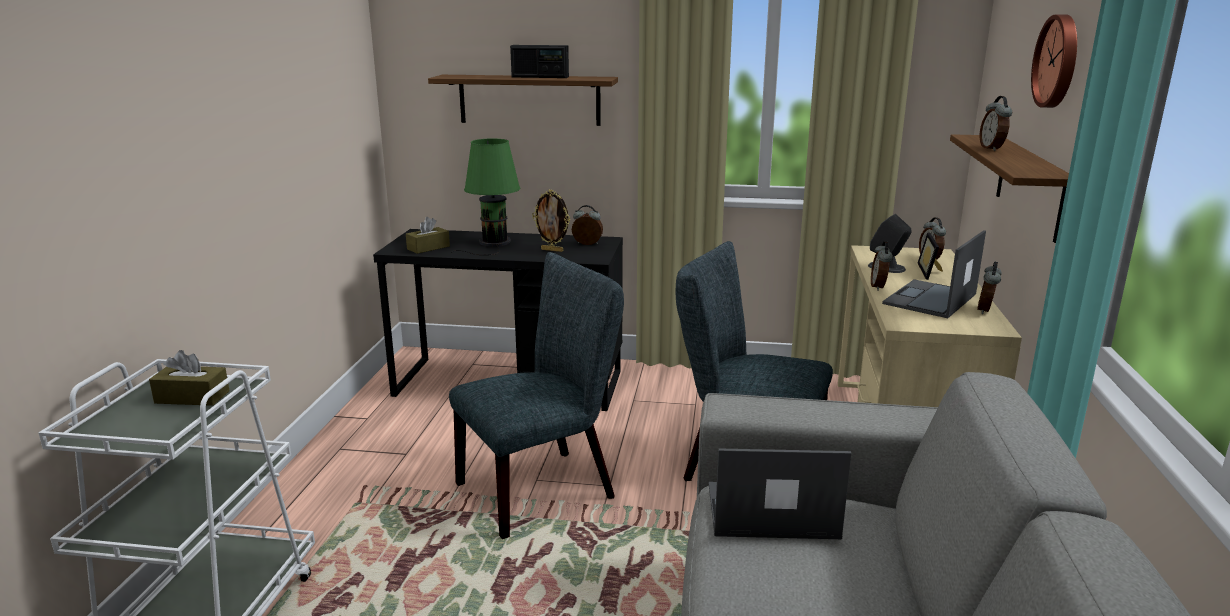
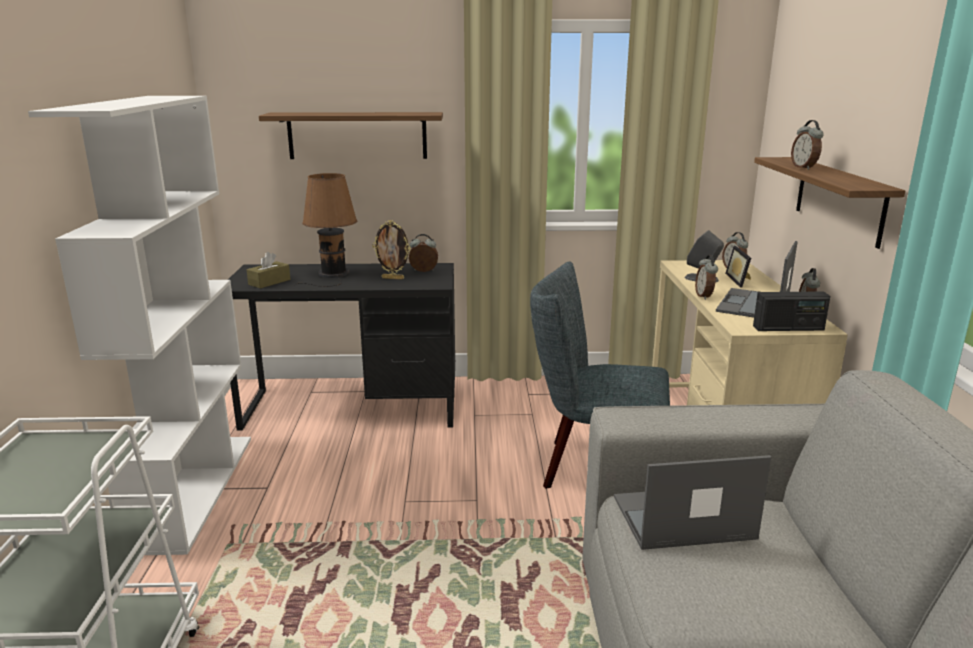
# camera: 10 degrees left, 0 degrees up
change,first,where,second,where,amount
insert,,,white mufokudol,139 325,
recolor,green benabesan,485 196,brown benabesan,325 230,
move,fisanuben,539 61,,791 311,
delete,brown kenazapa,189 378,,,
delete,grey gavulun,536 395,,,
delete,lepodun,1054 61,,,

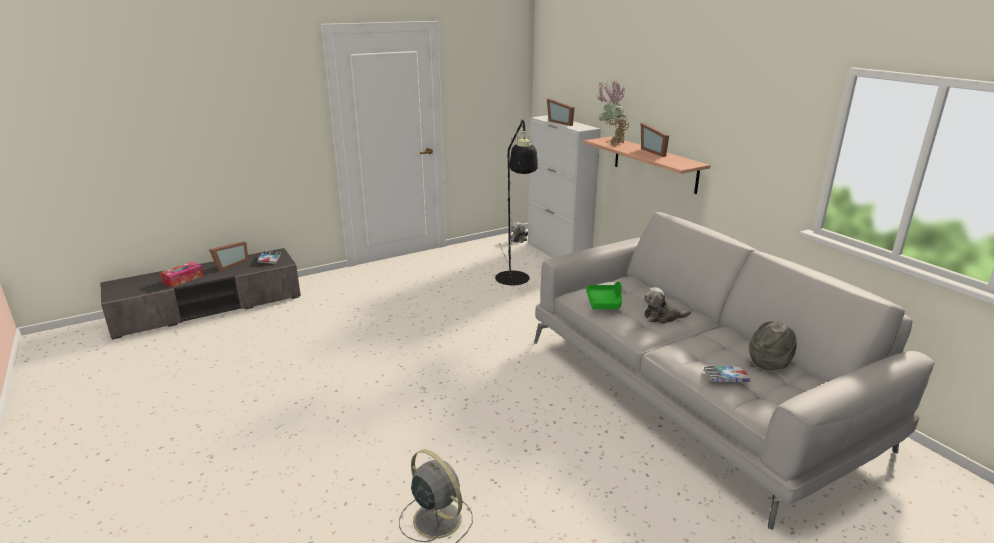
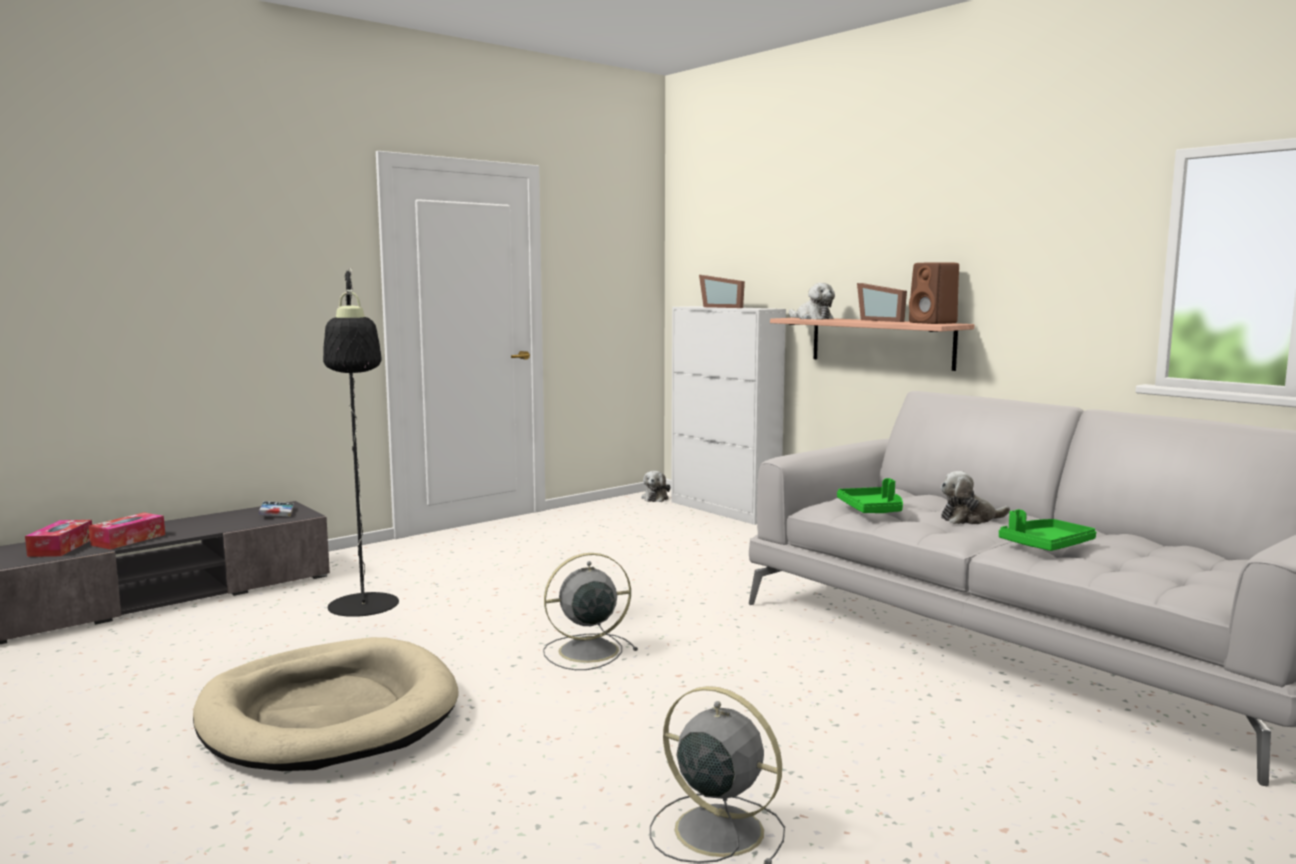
# camera: 10 degrees left, 15 degrees down
change,first,where,second,where,amount
insert,,,kenazapa,58 538,
insert,,,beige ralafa,326 704,
move,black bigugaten,516 201,,361 442,
insert,,,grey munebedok,590 611,
replace,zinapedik,613 112,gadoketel,812 301,
insert,,,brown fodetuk,934 293,
insert,,,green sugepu,1047 530,
delete,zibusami,229 256,,,
delete,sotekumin,727 374,,,
delete,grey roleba,773 345,,,

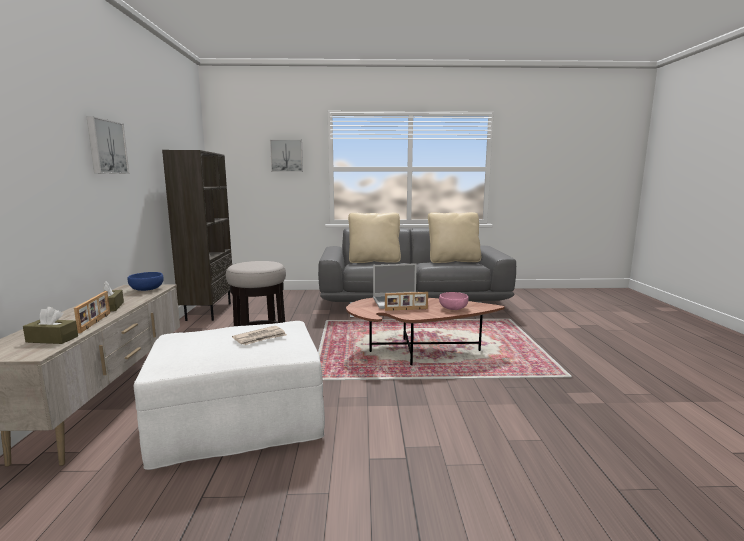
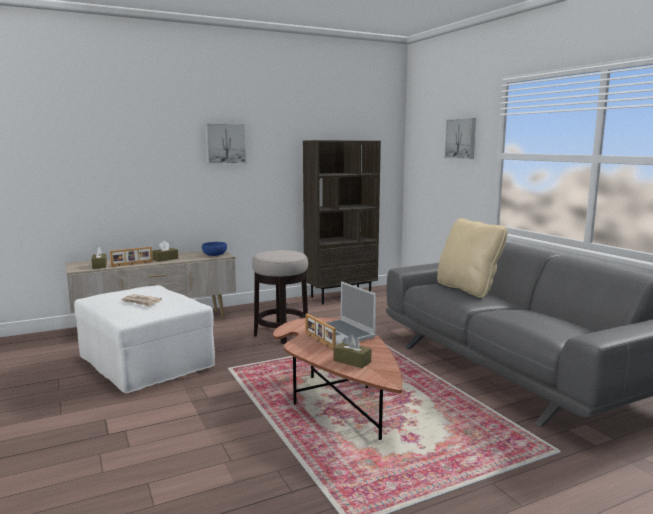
# camera: 65 degrees right, 0 degrees up
change,first,where,second,where,amount
replace,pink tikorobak,454 301,brown kenazapa,352 351,
delete,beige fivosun,454 237,,,

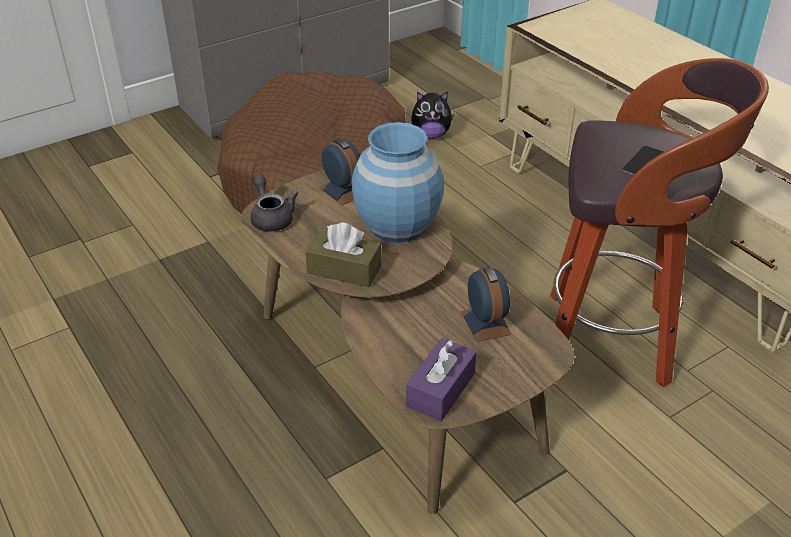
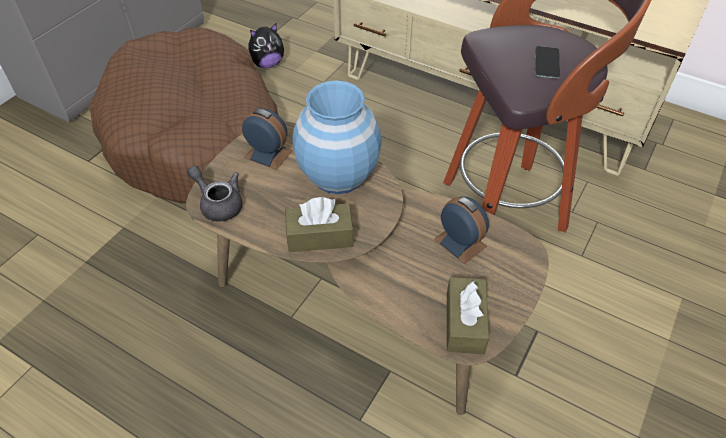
# camera: 25 degrees left, 10 degrees up
change,first,where,second,where,amount
recolor,purple kenazapa,441 379,brown kenazapa,468 315,

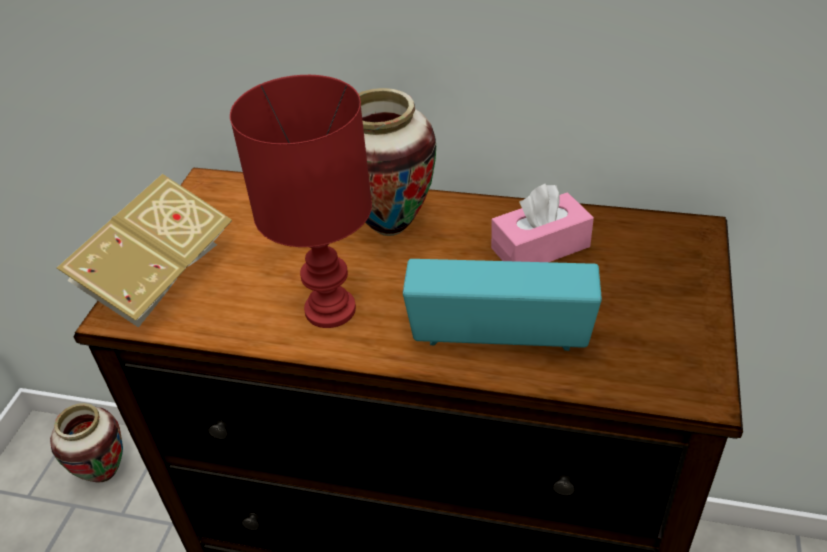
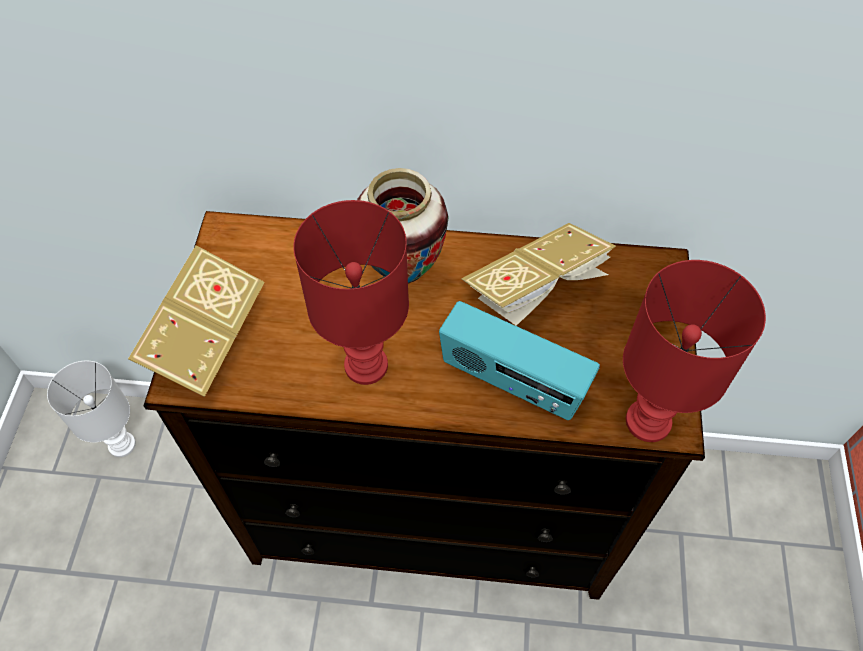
# camera: 10 degrees left, 15 degrees up
change,first,where,second,where,amount
replace,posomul,86 443,white benabesan,91 409,
rotate,fisanuben,502 305,,519 360,150 degrees counterclockwise
replace,pink kenazapa,542 223,sotekumin,538 274,
insert,,,red benabesan,694 351,

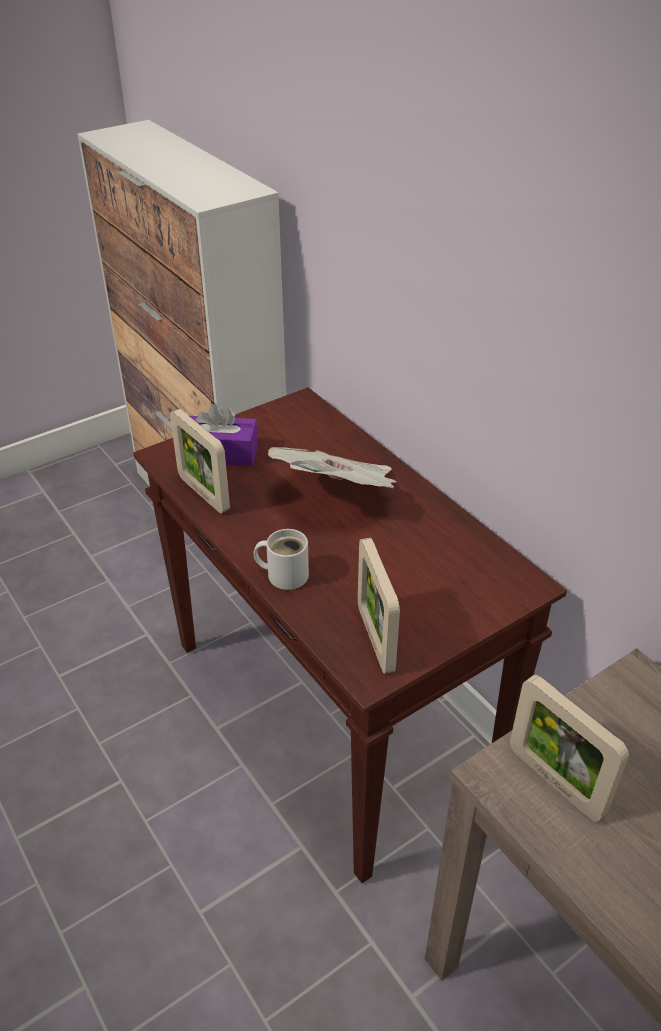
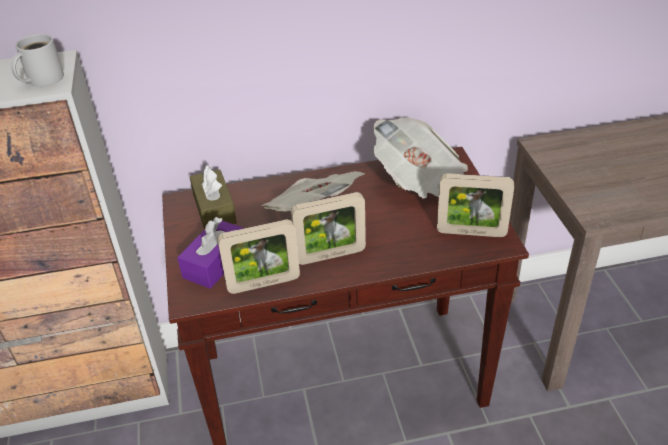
# camera: 65 degrees left, 0 degrees up
change,first,where,second,where,amount
move,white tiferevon,281 559,,37 60,
insert,,,brown kenazapa,213 197,
move,zibusami,569 748,,328 228,
insert,,,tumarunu,420 157,

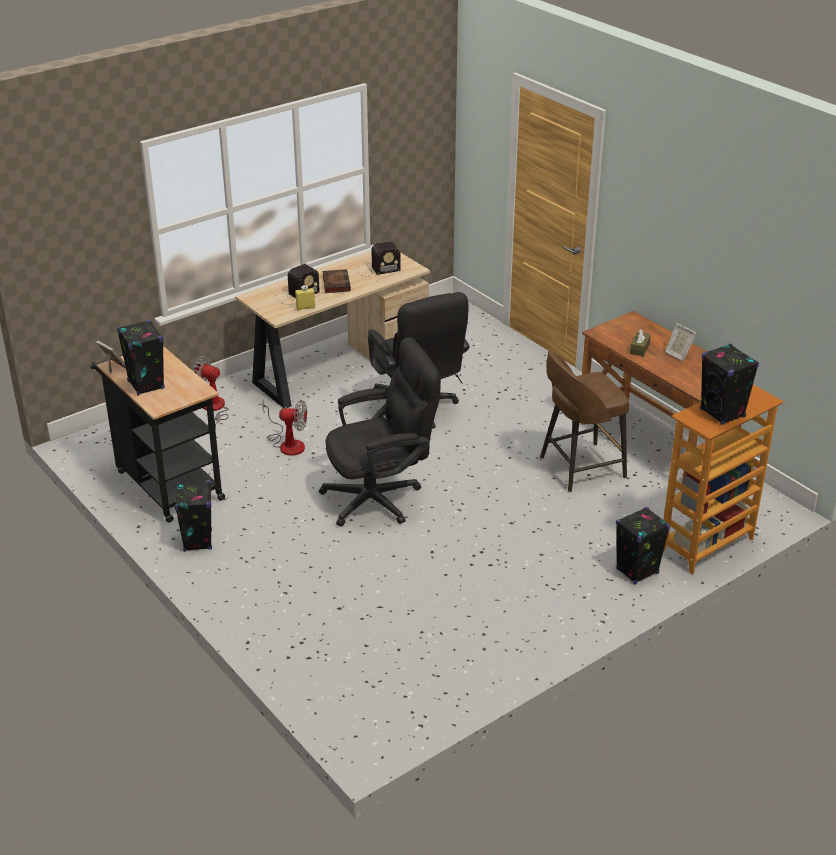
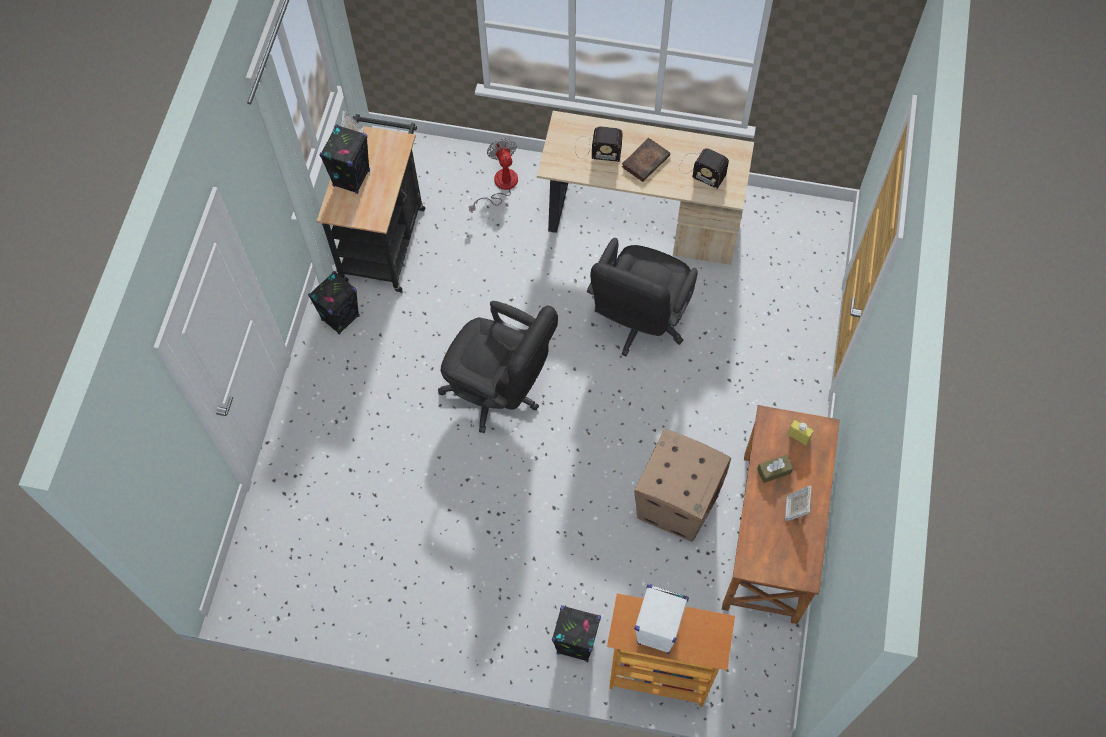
# camera: 50 degrees right, 30 degrees up
change,first,where,second,where,amount
replace,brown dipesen,584 421,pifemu,682 485,
recolor,black fodetuk,729 384,white fodetuk,661 619,
move,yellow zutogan,305 297,,800 433,
delete,munebedok,284 427,,,

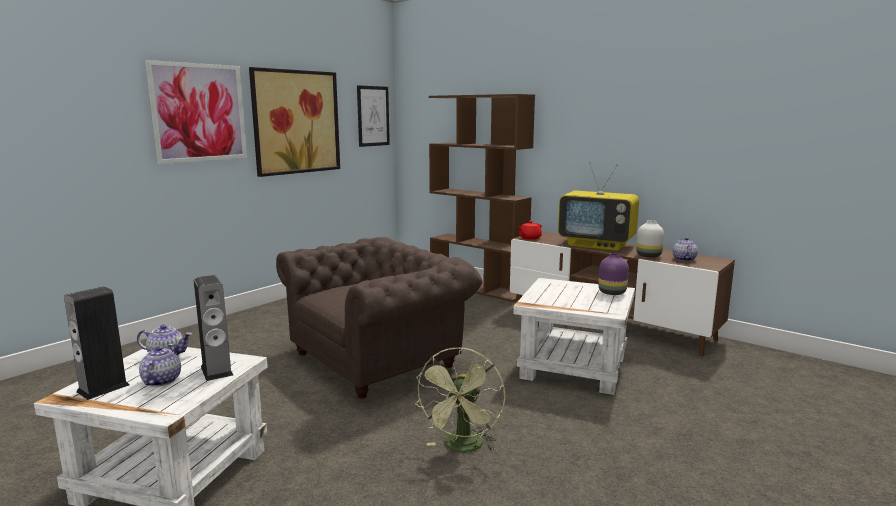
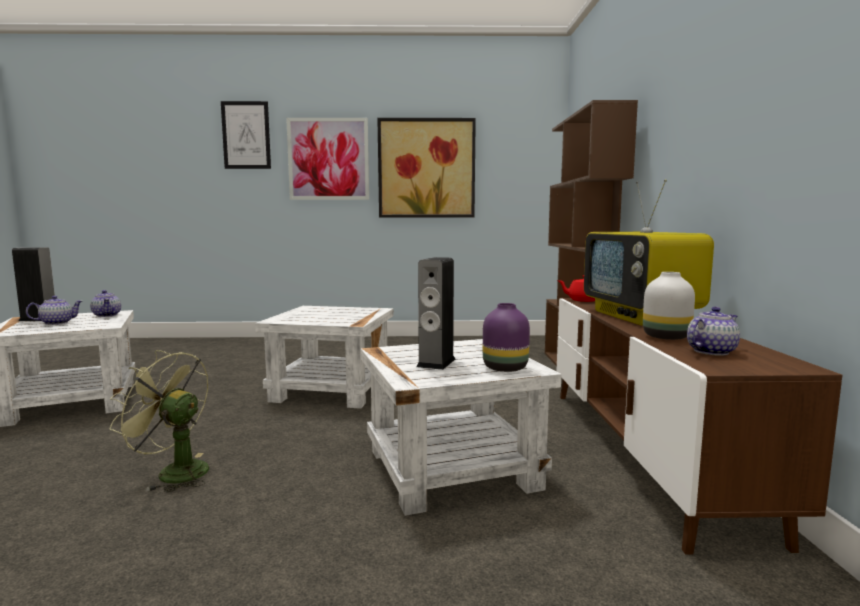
# camera: 50 degrees right, 5 degrees down
change,first,where,second,where,amount
rotate,green munebedok,460 400,,159 421,45 degrees clockwise
move,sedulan,373 116,,246 135,
replace,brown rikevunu,379 317,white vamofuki,324 357,
move,fodetuk,213 328,,435 313,

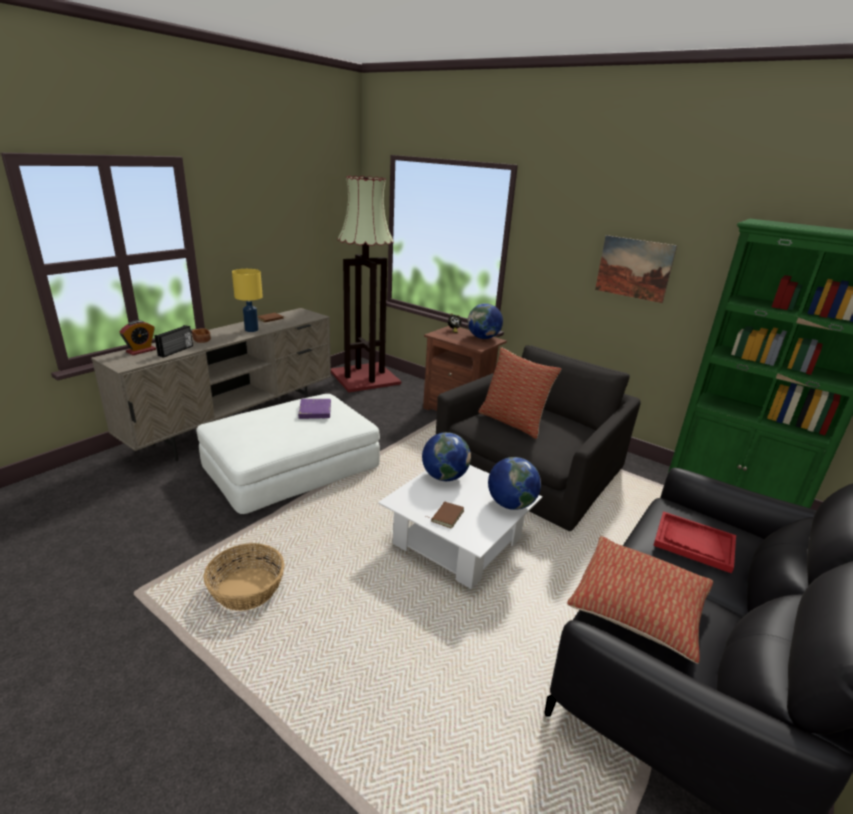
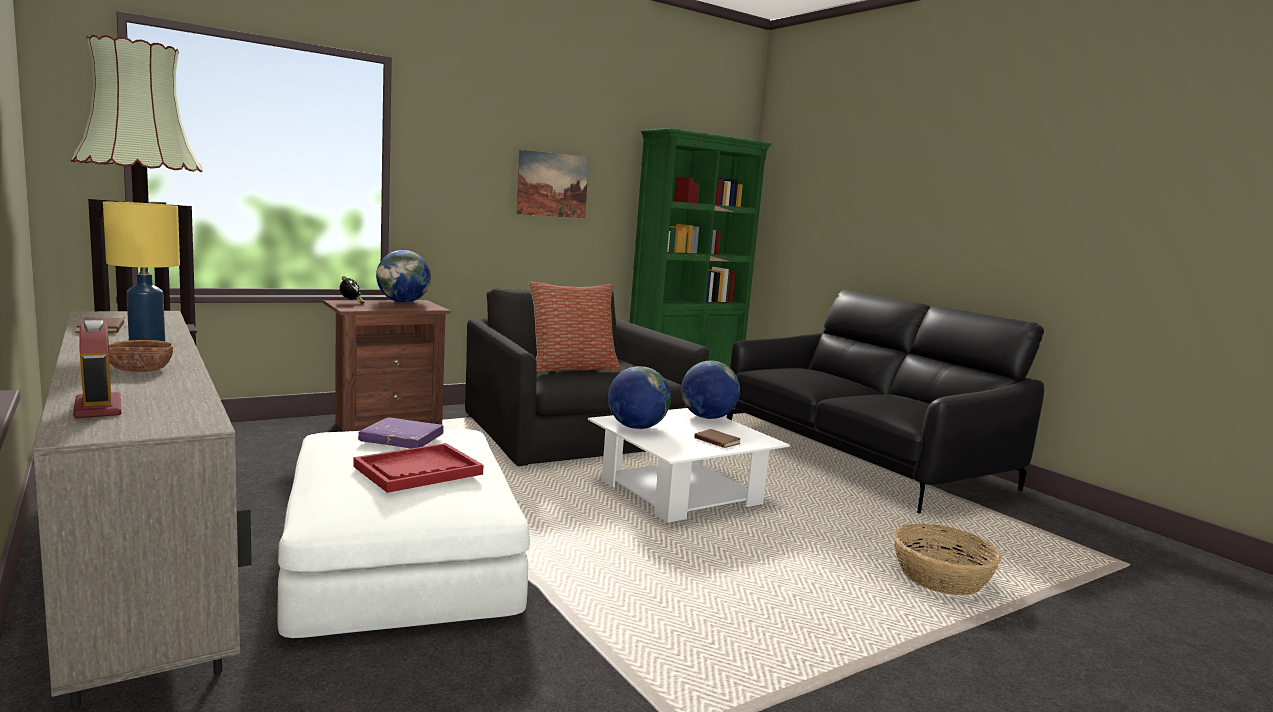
# camera: 70 degrees left, 15 degrees down
change,first,where,second,where,amount
move,red sugepu,694 542,,418 468,
move,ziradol,244 577,,947 559,
delete,fisanuben,174 341,,,
delete,fivosun,640 600,,,

